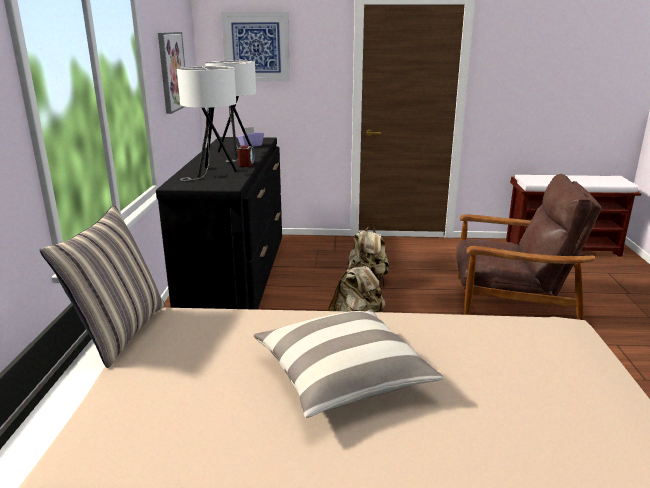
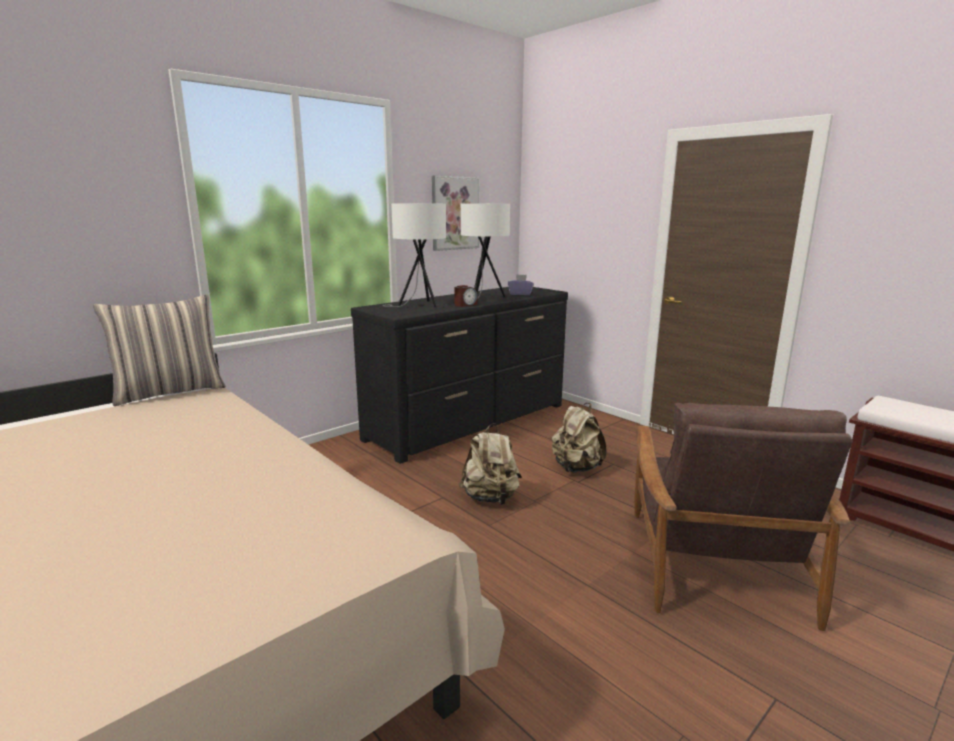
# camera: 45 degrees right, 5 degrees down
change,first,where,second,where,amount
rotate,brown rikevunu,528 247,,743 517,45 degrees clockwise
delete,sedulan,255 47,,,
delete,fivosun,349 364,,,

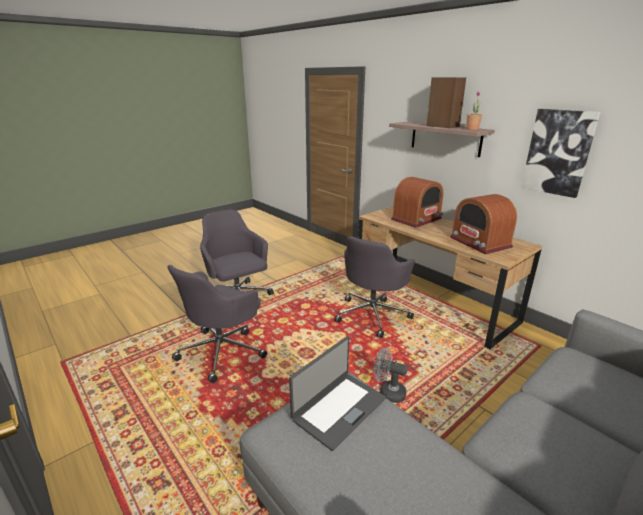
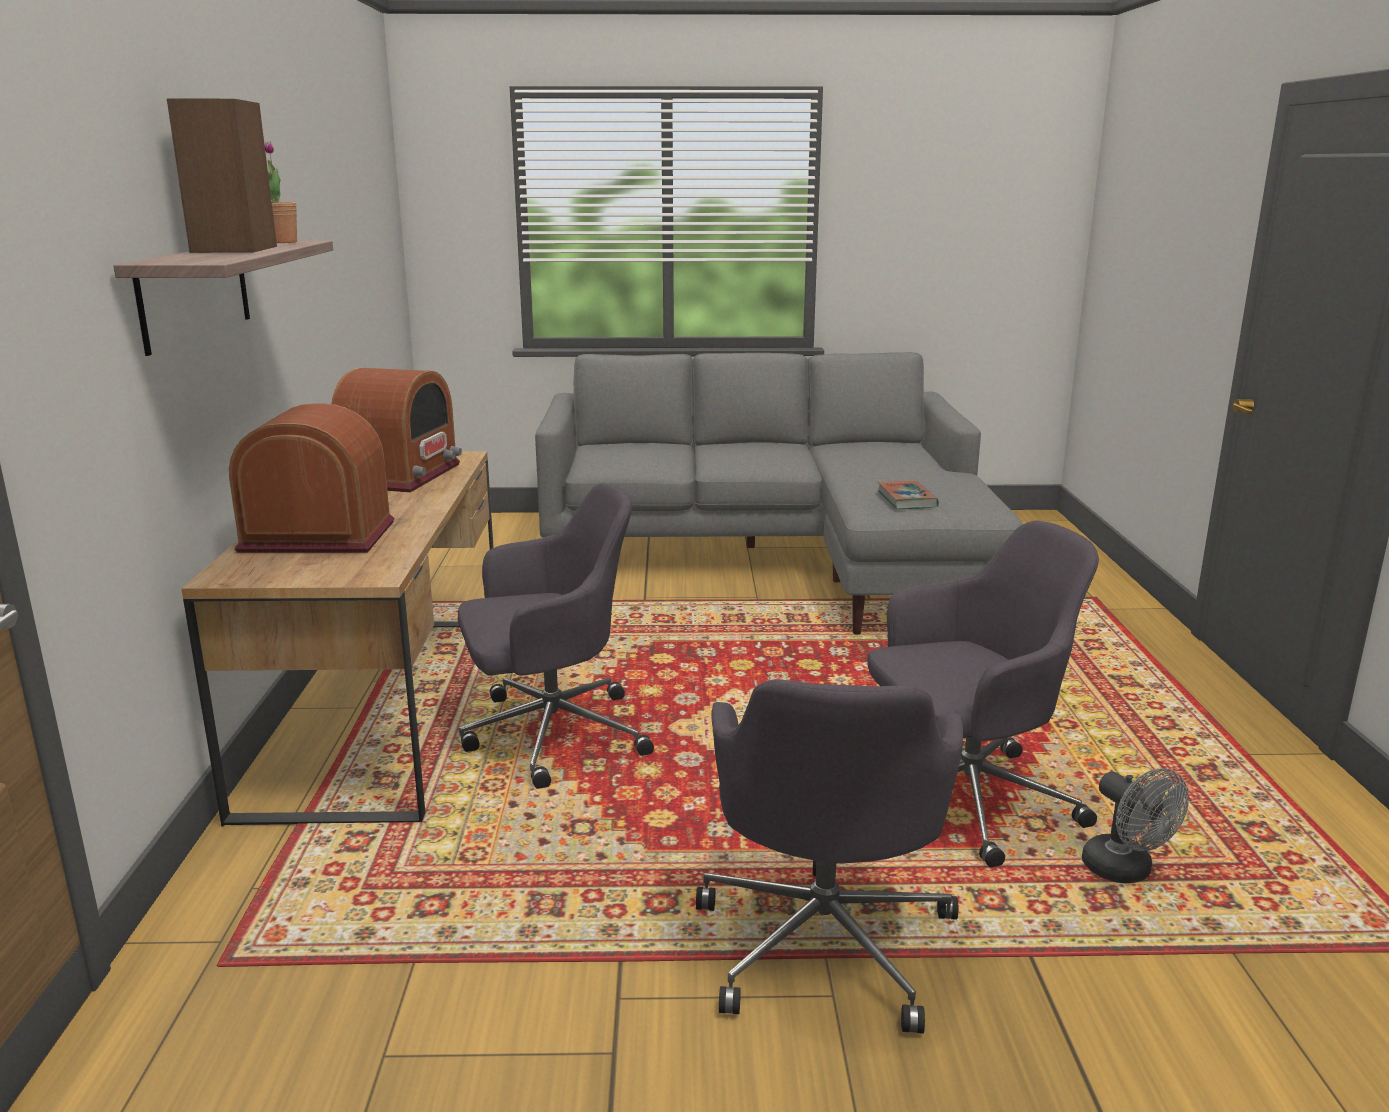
# camera: 140 degrees left, 5 degrees down
change,first,where,second,where,amount
replace,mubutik,337 393,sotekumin,908 495,
move,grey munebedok,391 375,,1135 825,
delete,sedulan,560 153,,,

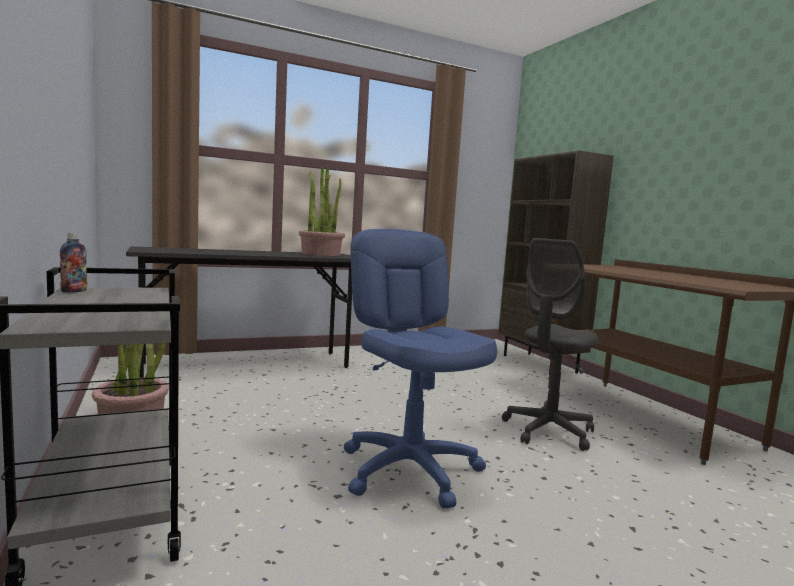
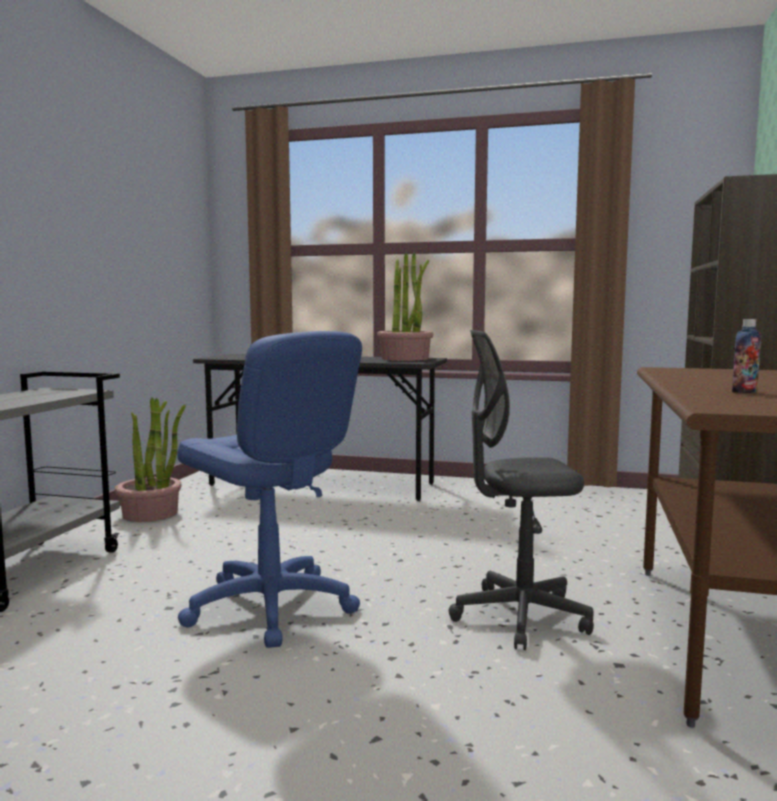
# camera: 40 degrees right, 0 degrees up
change,first,where,second,where,amount
rotate,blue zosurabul,420 369,,269 489,120 degrees clockwise
move,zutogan,73 263,,746 356,

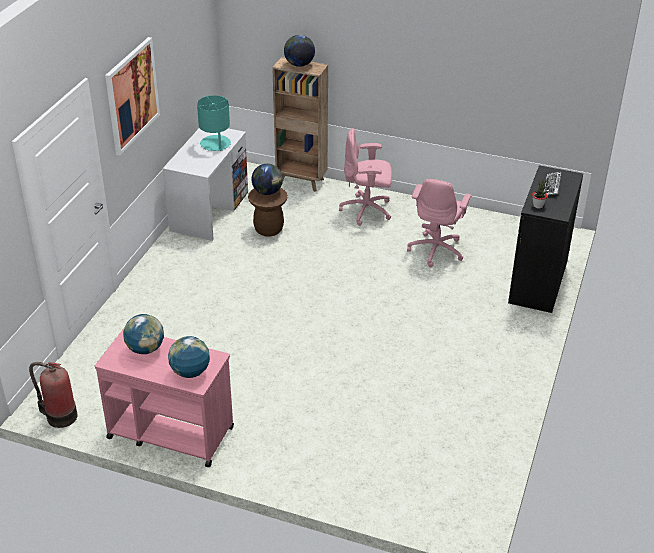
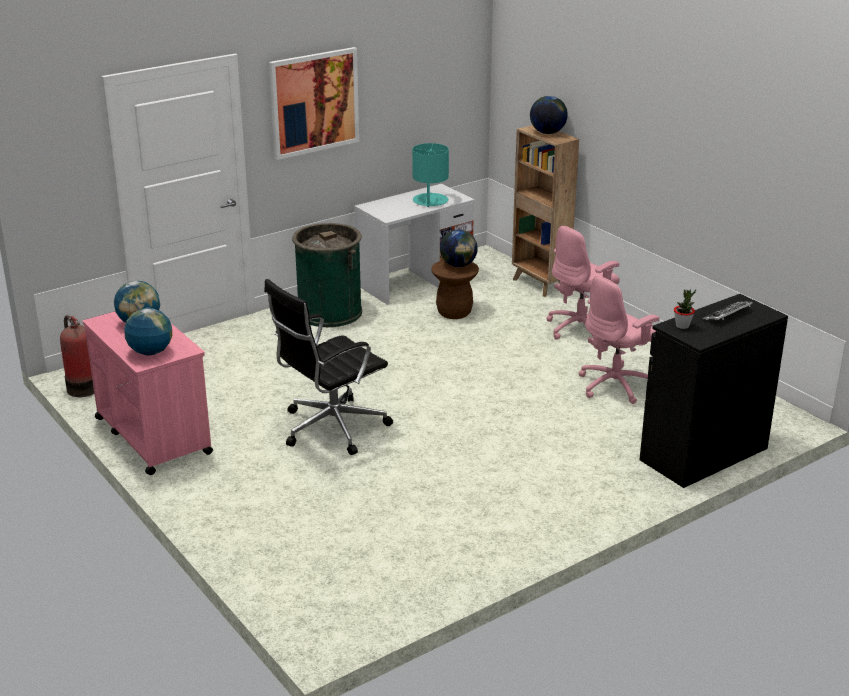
# camera: 35 degrees right, 10 degrees down
change,first,where,second,where,amount
insert,,,black zosurabul,328 367,
insert,,,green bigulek,327 275,
rotate,pink zosurabul,365 177,,583 283,75 degrees counterclockwise

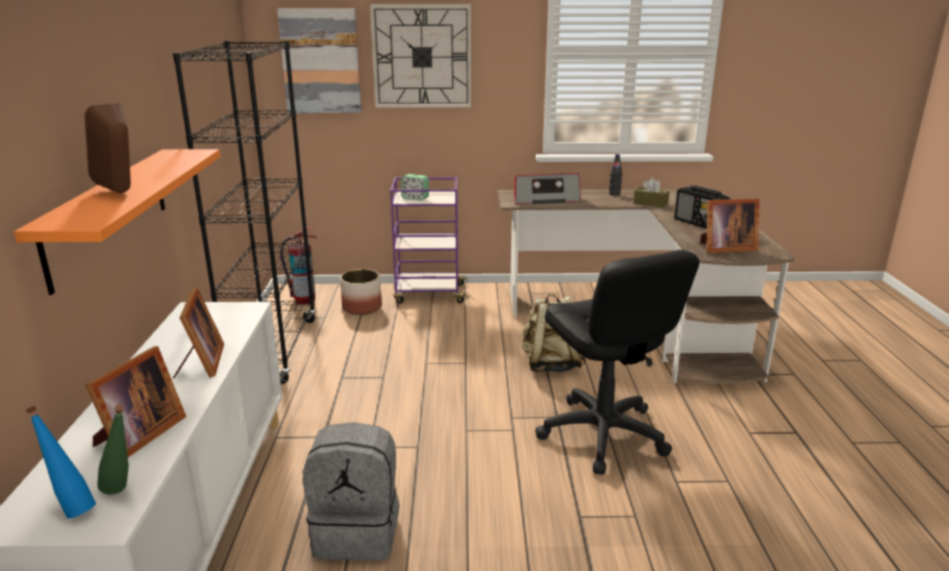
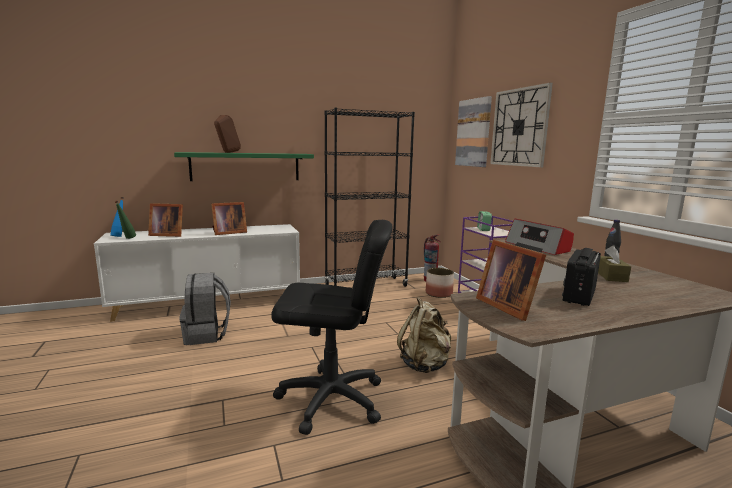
# camera: 70 degrees right, 10 degrees down
change,first,where,second,where,amount
recolor,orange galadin,117 222,green galadin,244 166,
rotate,black zosurabul,617 362,,331 327,135 degrees counterclockwise

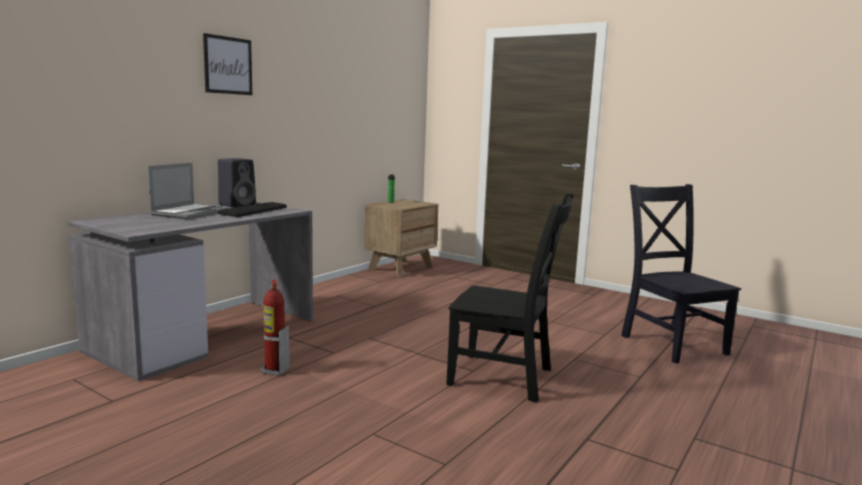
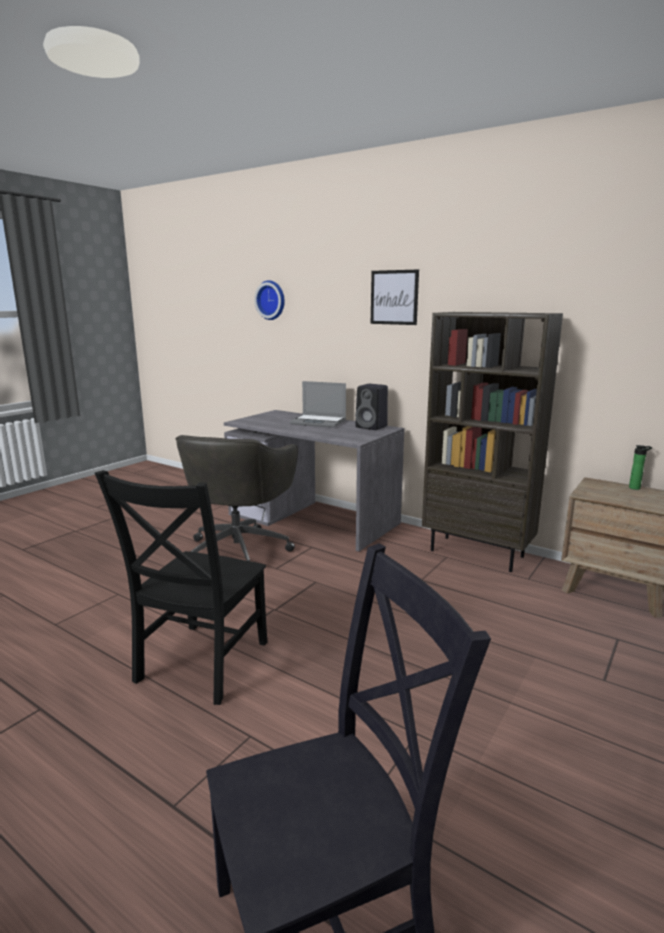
# camera: 90 degrees right, 5 degrees up
change,first,where,second,where,amount
replace,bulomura,275 328,grey zosurabul,237 498,
insert,,,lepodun,269 300,
insert,,,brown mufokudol,492 442,
delete,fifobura,252 209,,,

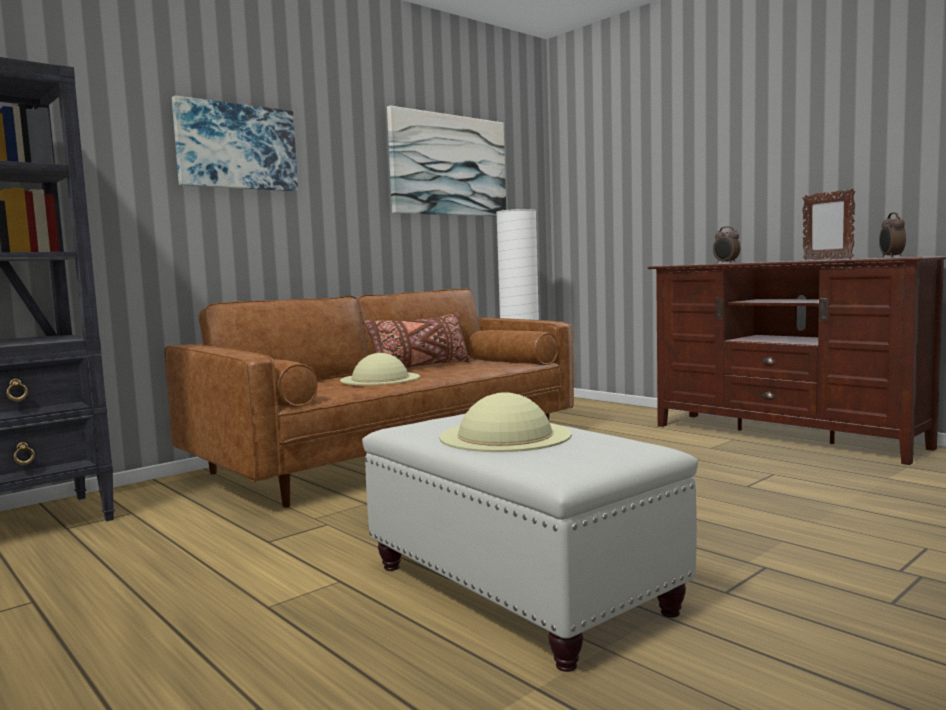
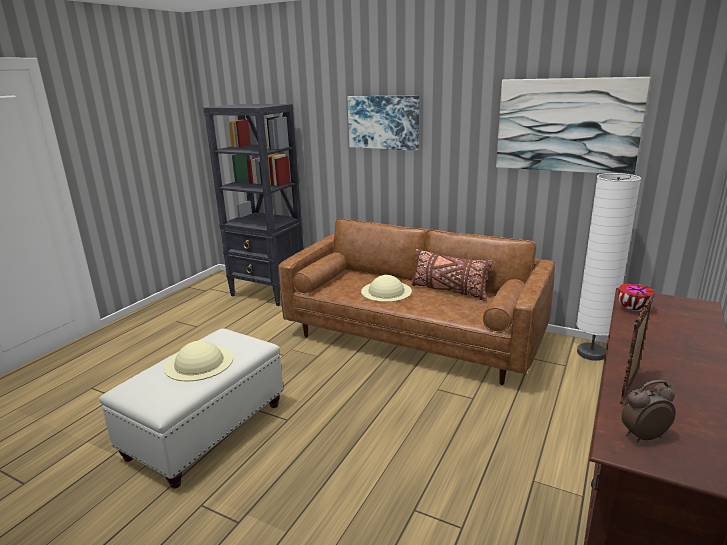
# camera: 70 degrees right, 15 degrees up
change,first,where,second,where,amount
insert,,,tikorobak,636 297,
delete,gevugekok,727 244,,,

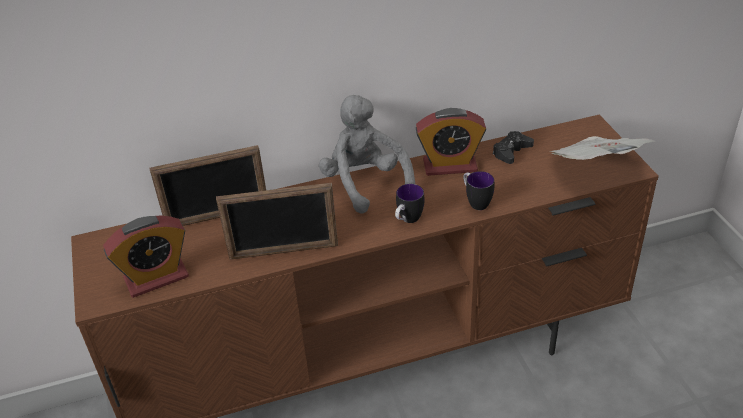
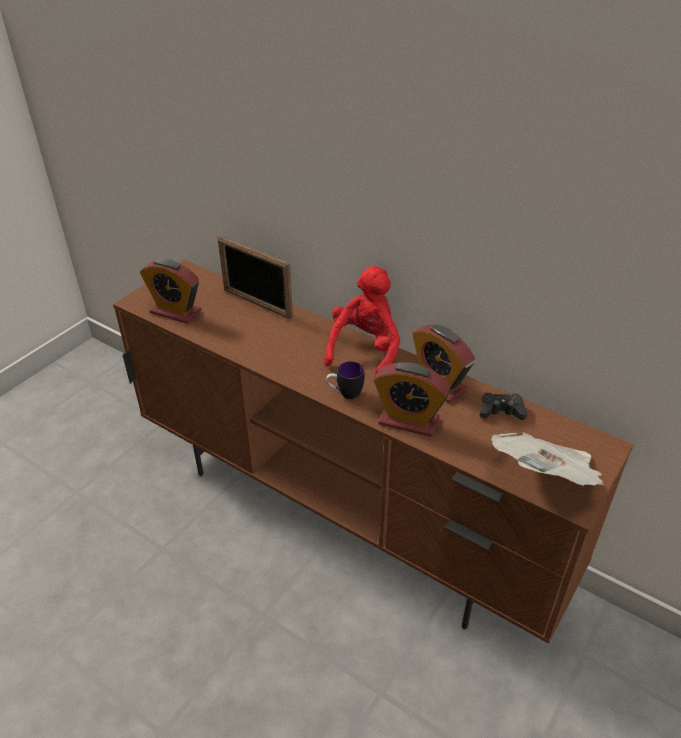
# camera: 50 degrees right, 0 degrees up
change,first,where,second,where,amount
recolor,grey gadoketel,367 154,red gadoketel,362 321,
replace,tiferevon,478 190,gevugekok,412 399,
delete,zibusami,277 221,,,

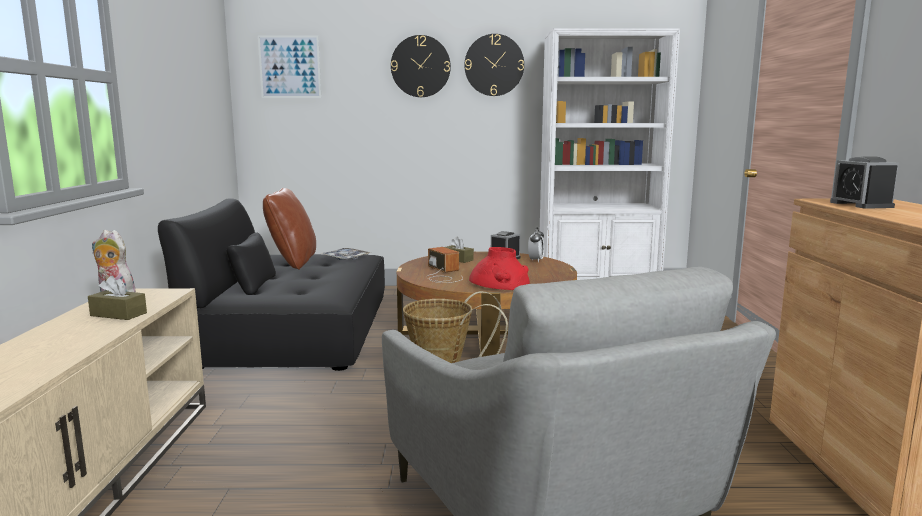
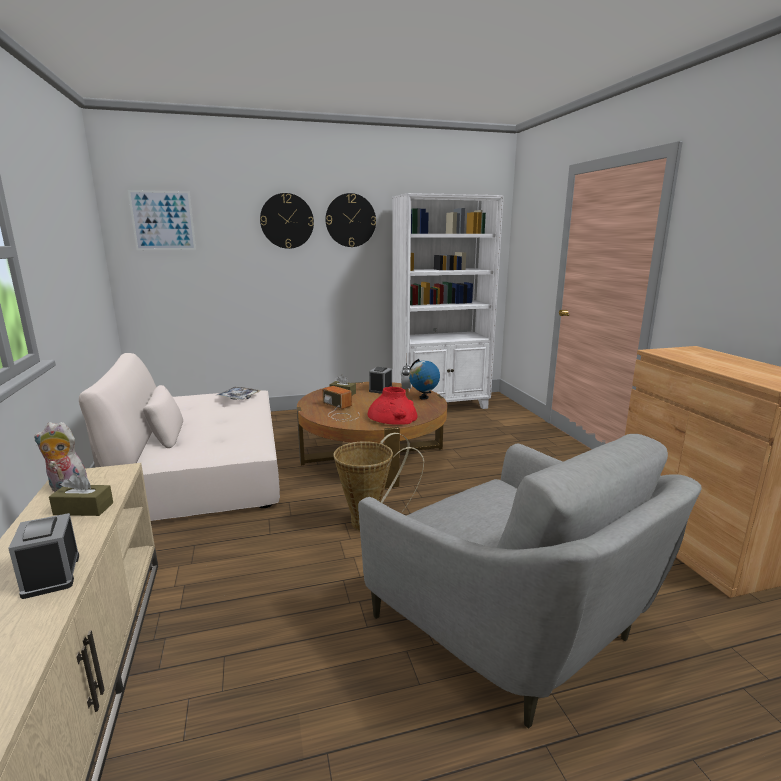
# camera: 15 degrees left, 5 degrees up
change,first,where,second,where,amount
move,gevugekok,864 182,,43 556,
recolor,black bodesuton,271 284,beige bodesuton,179 437,
insert,,,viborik,424 379,
delete,brown fivosun,289 229,,,

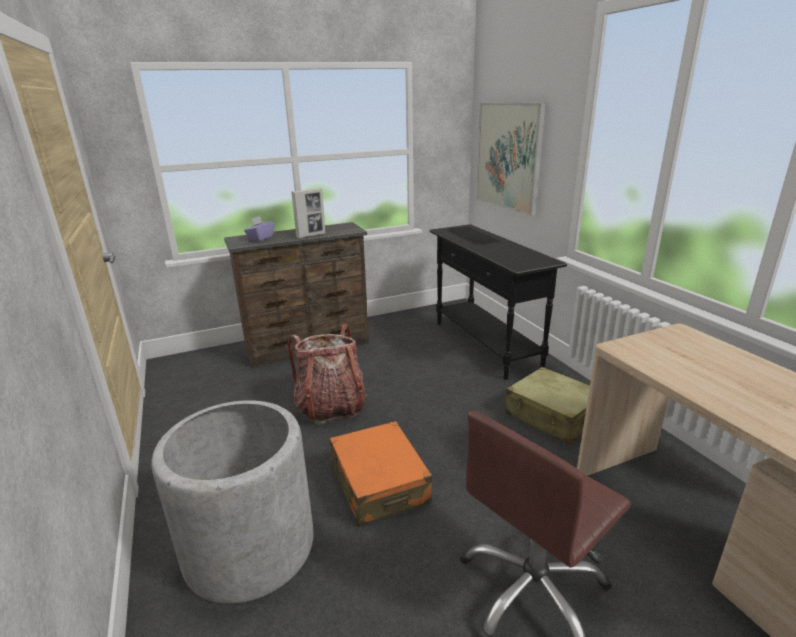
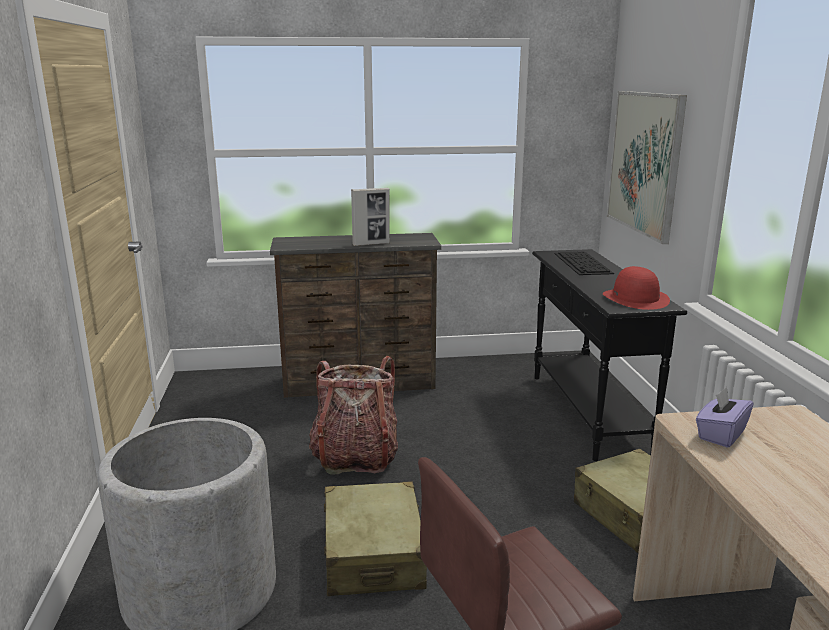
# camera: 15 degrees right, 5 degrees down
change,first,where,second,where,amount
recolor,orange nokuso,381 474,beige nokuso,375 538,
insert,,,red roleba,636 288,
move,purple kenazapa,259 228,,725 417,

